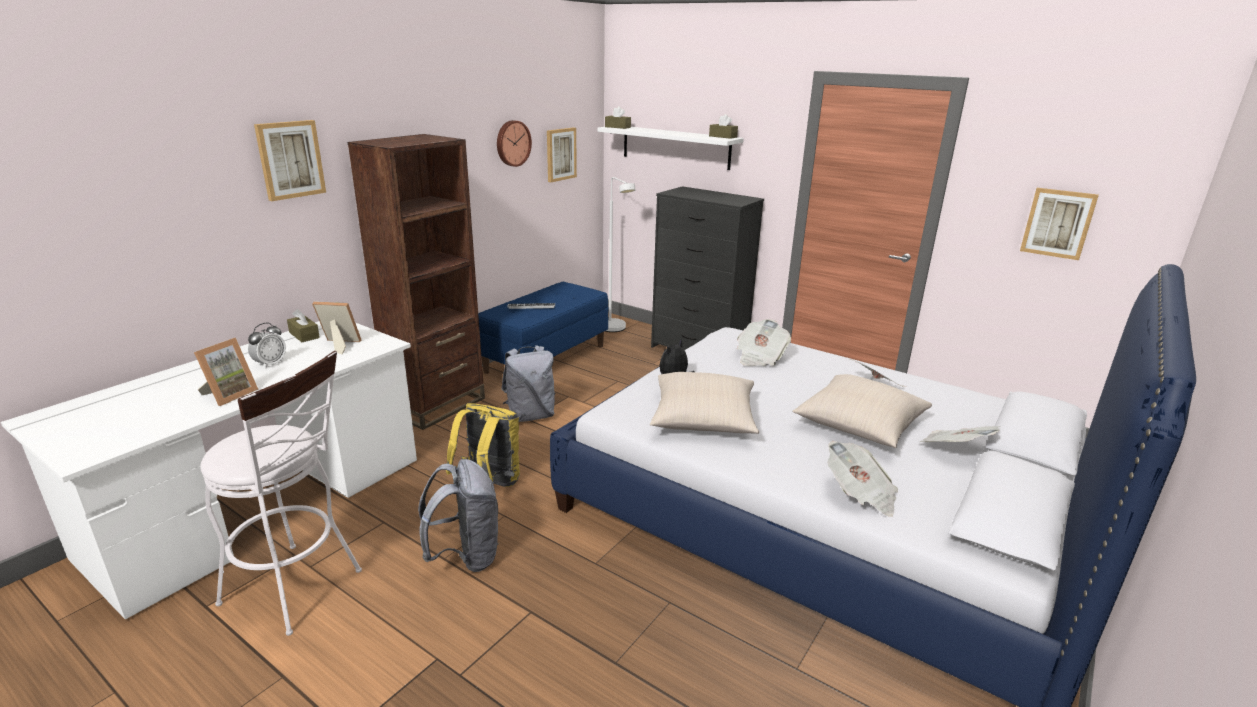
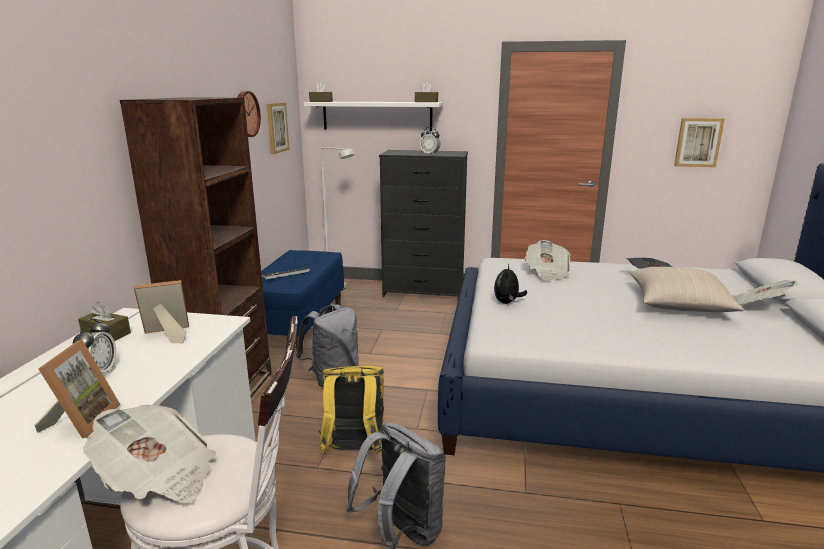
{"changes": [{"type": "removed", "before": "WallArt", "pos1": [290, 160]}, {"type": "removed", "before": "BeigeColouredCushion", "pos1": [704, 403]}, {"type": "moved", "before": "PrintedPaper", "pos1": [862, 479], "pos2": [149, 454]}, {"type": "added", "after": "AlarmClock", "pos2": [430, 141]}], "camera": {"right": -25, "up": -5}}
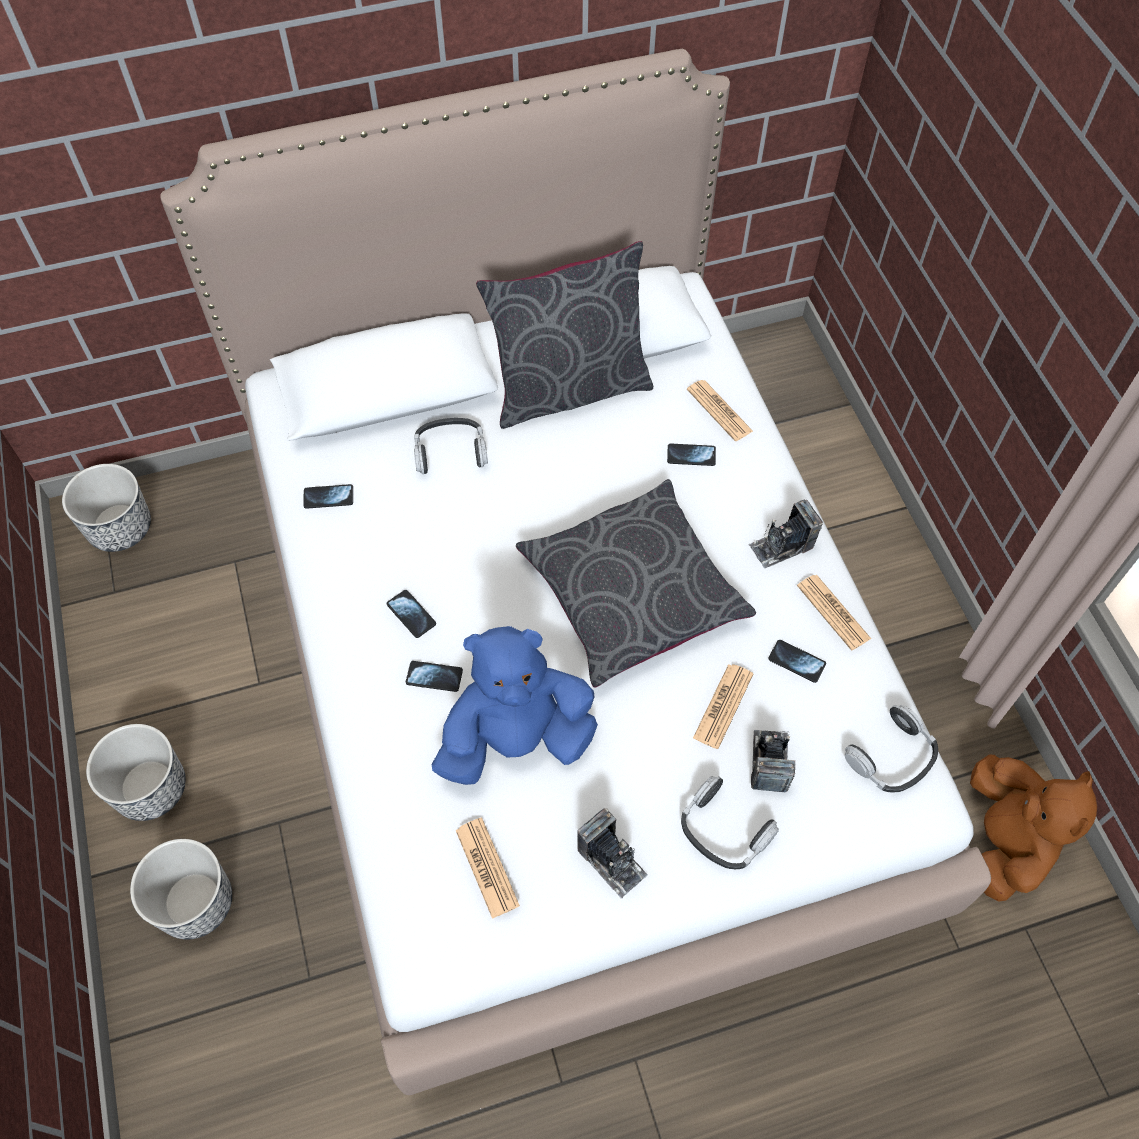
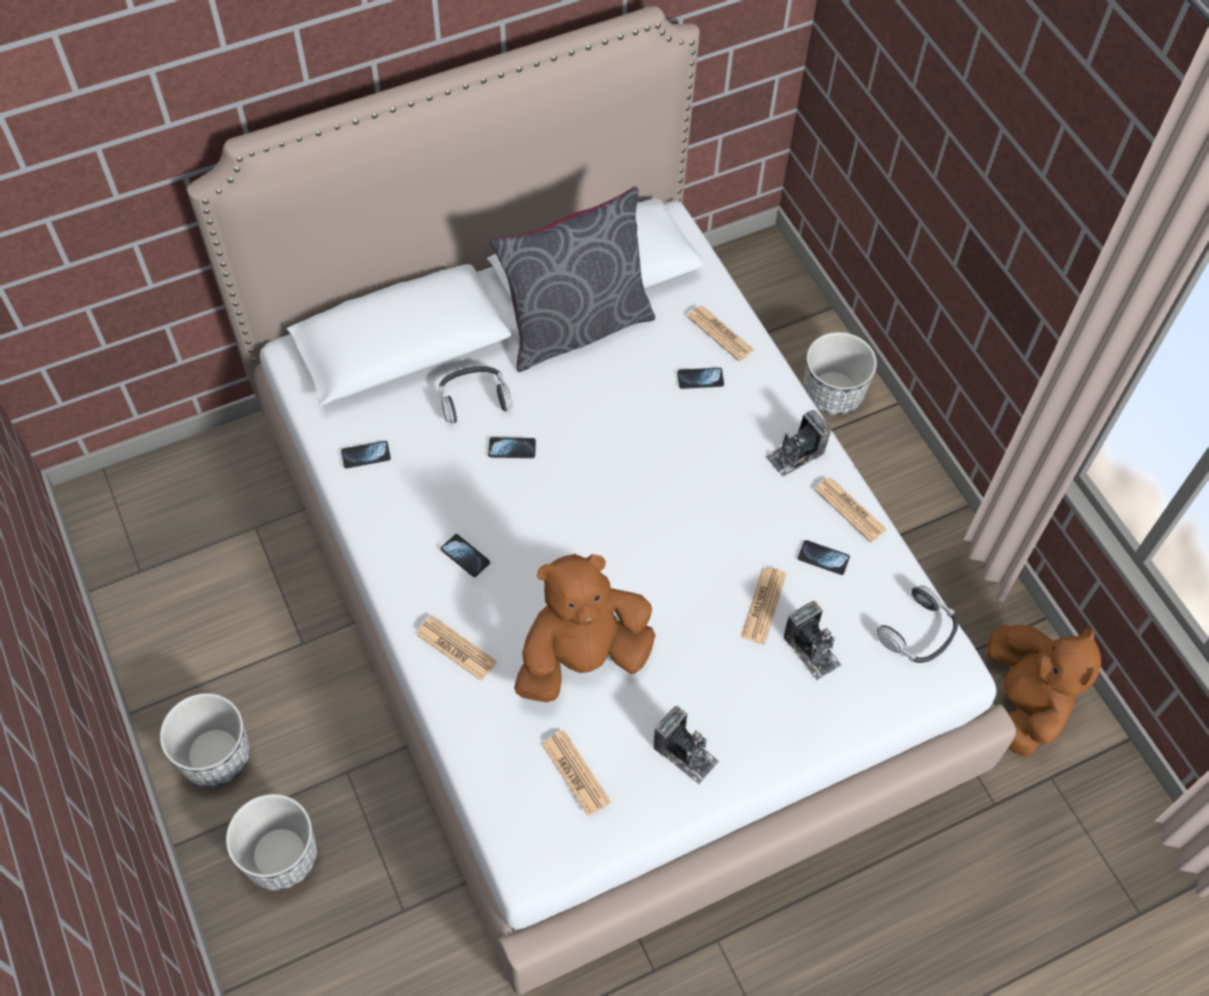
{"changes": [{"type": "moved", "before": "FlowerPot", "pos1": [106, 508], "pos2": [840, 373]}, {"type": "removed", "before": "GreyishCushion", "pos1": [636, 583]}, {"type": "recoloured", "before": "BluishSoftToy", "after": "BrownSoftToy", "pos1": [515, 705], "pos2": [584, 628]}, {"type": "moved", "before": "Handset", "pos1": [434, 676], "pos2": [512, 447]}, {"type": "turned", "before": "PhotoCamera", "pos1": [773, 761], "pos2": [812, 640], "turn": 150}, {"type": "removed", "before": "PairOfHeadphones", "pos1": [730, 822]}, {"type": "added", "after": "PrintedPaper", "pos2": [456, 648]}], "camera": {"right": -10, "up": 0}}
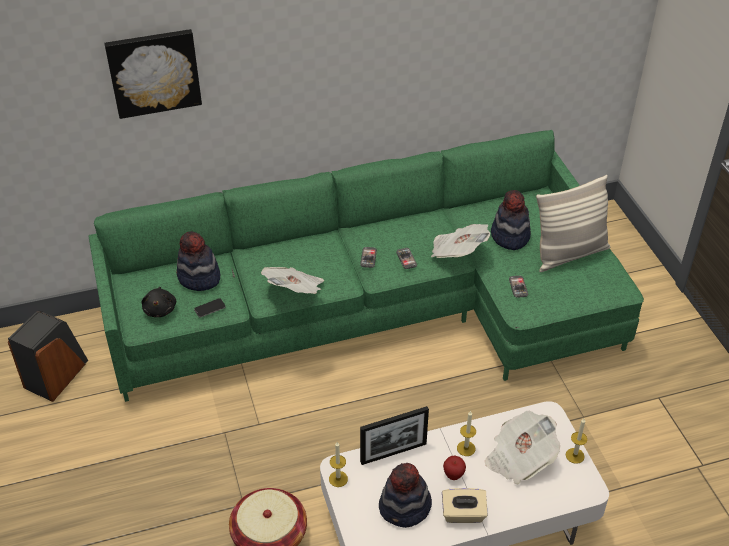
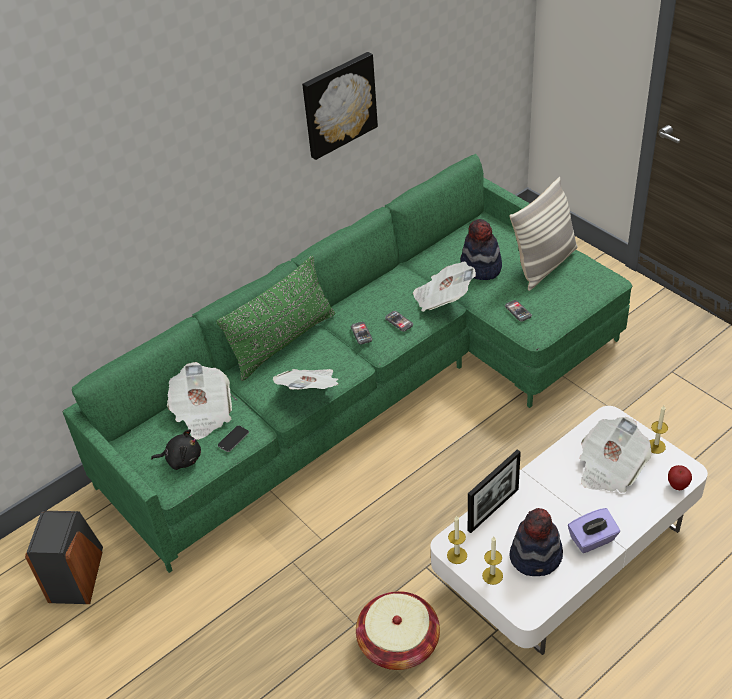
{"changes": [{"type": "moved", "before": "WallArt", "pos1": [153, 74], "pos2": [340, 106]}, {"type": "replaced", "before": "ClothingHat", "after": "PrintedPaper", "pos1": [198, 261], "pos2": [199, 401]}, {"type": "turned", "before": "BlackishSoftToy", "pos1": [159, 302], "pos2": [176, 449], "turn": -60}, {"type": "moved", "before": "WaxLight", "pos1": [466, 433], "pos2": [492, 560]}, {"type": "moved", "before": "Apple", "pos1": [454, 468], "pos2": [680, 477]}, {"type": "recoloured", "before": "BeigeColouredTissueHolder", "after": "PurpleTissueHolder", "pos1": [464, 505], "pos2": [594, 530]}, {"type": "added", "after": "GreenishCushion", "pos2": [275, 318]}], "camera": {"right": -20, "up": 0}}
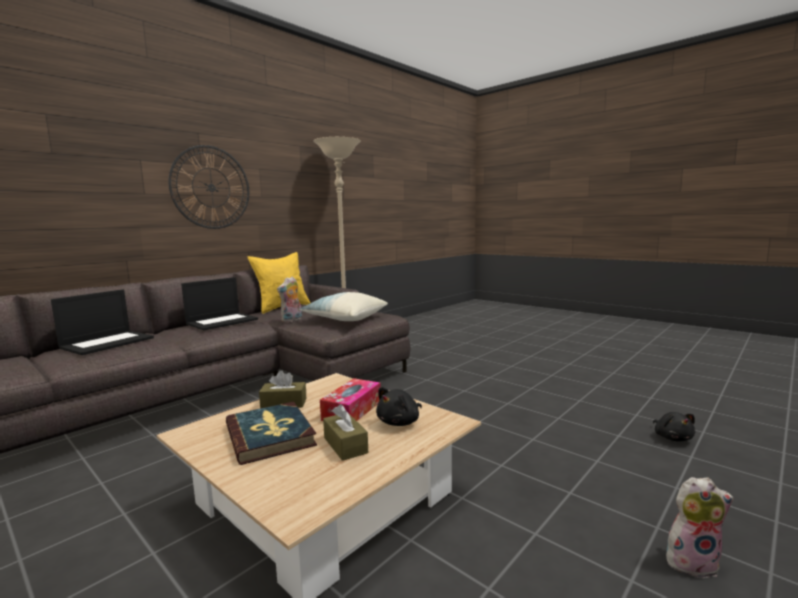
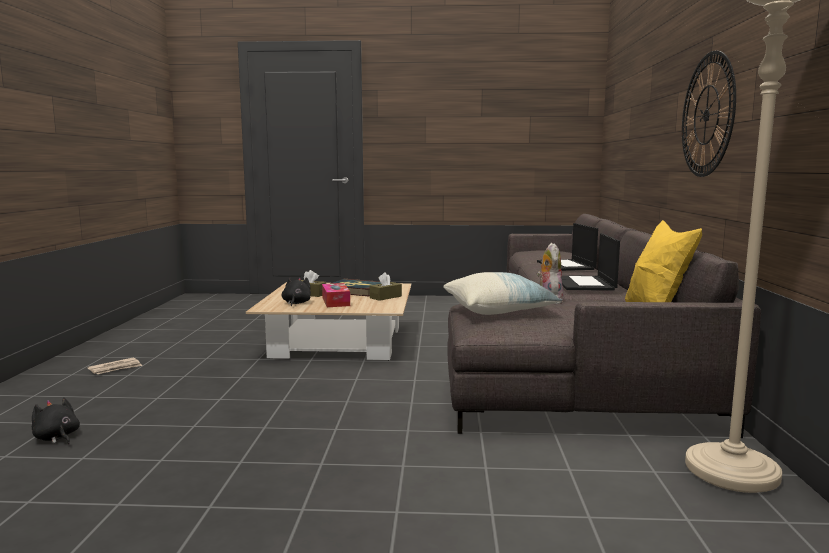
{"changes": [{"type": "replaced", "before": "SoftToy", "after": "PrintedPaper", "pos1": [700, 527], "pos2": [115, 365]}], "camera": {"right": 140, "up": 0}}
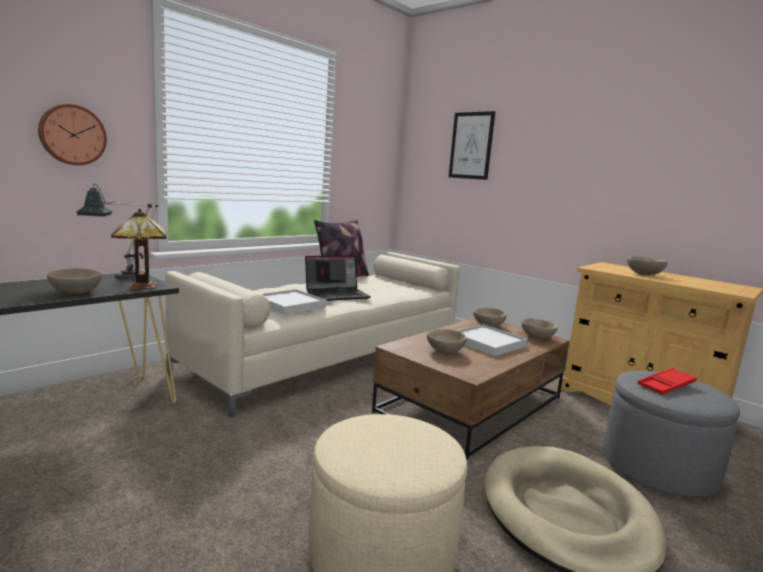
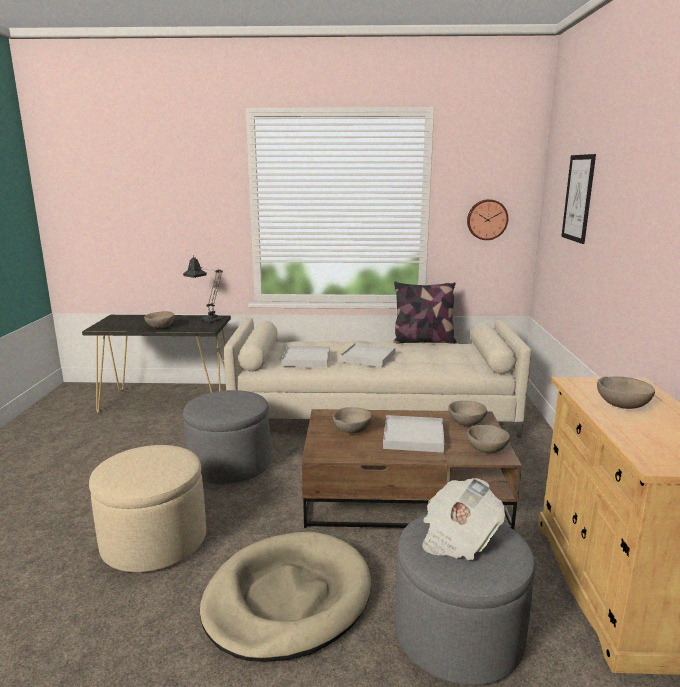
{"changes": [{"type": "moved", "before": "ClockOnTheWall", "pos1": [72, 134], "pos2": [487, 219]}, {"type": "removed", "before": "TabletopLamp", "pos1": [139, 249]}, {"type": "replaced", "before": "Laptop", "after": "WhitishTray", "pos1": [338, 278], "pos2": [367, 355]}, {"type": "replaced", "before": "ReddishTray", "after": "PrintedPaper", "pos1": [667, 381], "pos2": [463, 519]}, {"type": "added", "after": "GreyishPouffe", "pos2": [227, 437]}], "camera": {"right": 50, "up": 5}}
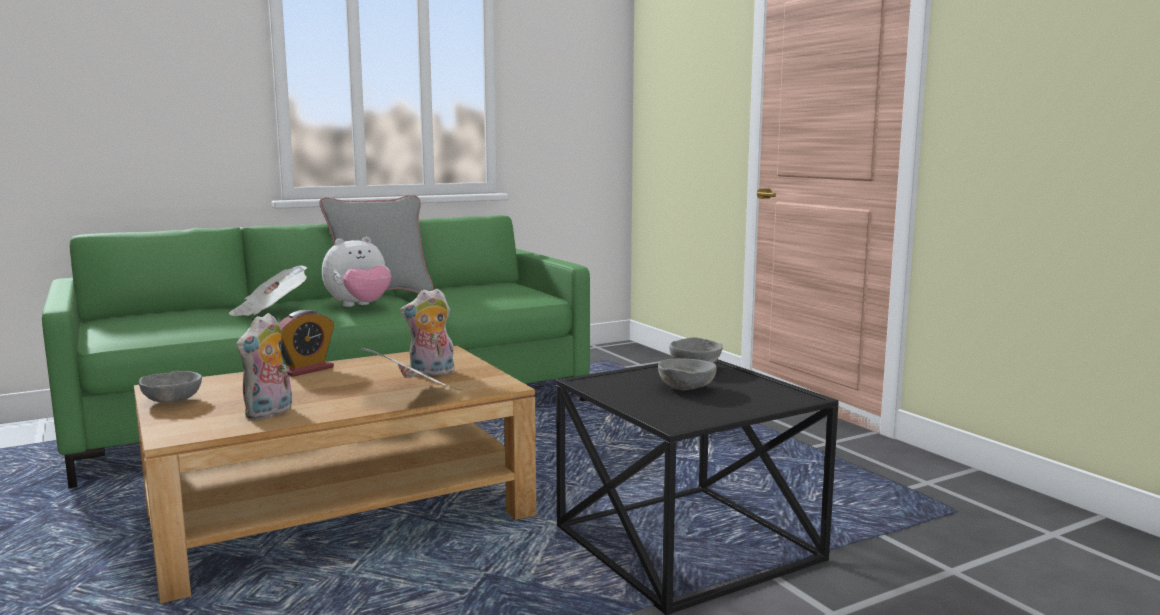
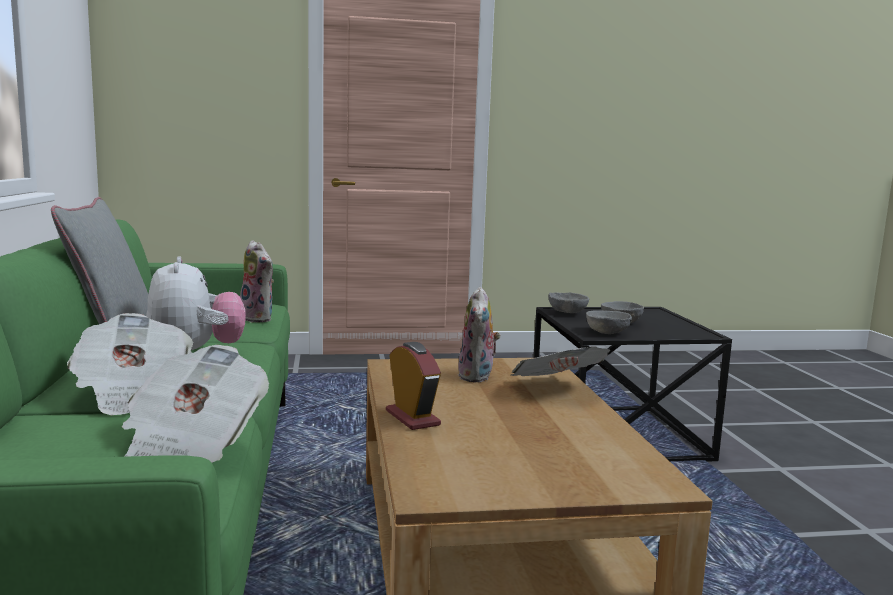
{"changes": [{"type": "moved", "before": "SoftToy", "pos1": [264, 366], "pos2": [257, 281]}, {"type": "moved", "before": "GreyishServingBowl", "pos1": [170, 386], "pos2": [609, 322]}, {"type": "added", "after": "PrintedPaper", "pos2": [195, 404]}], "camera": {"right": -70, "up": 0}}
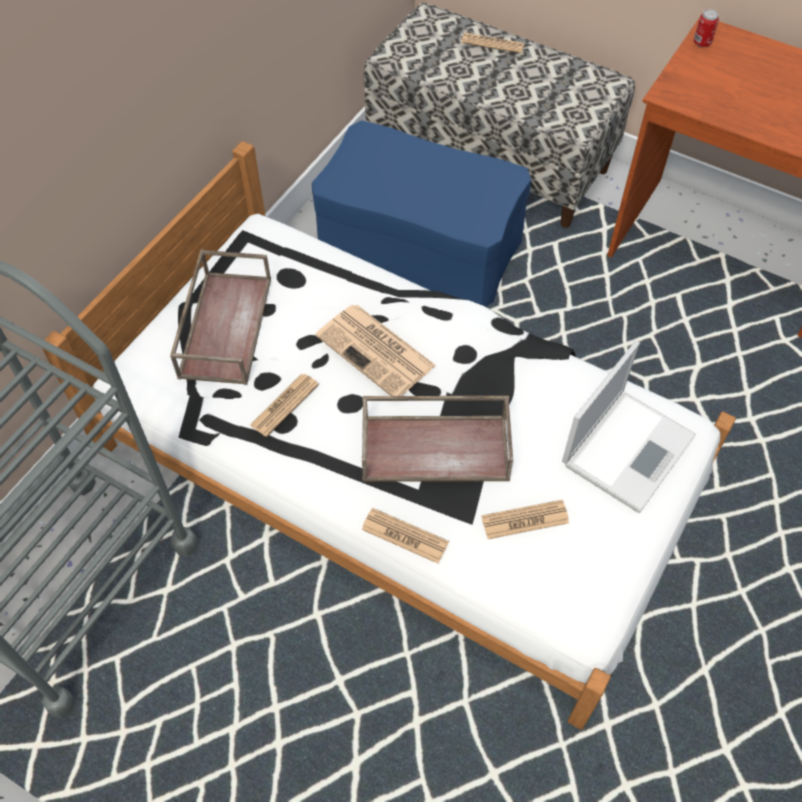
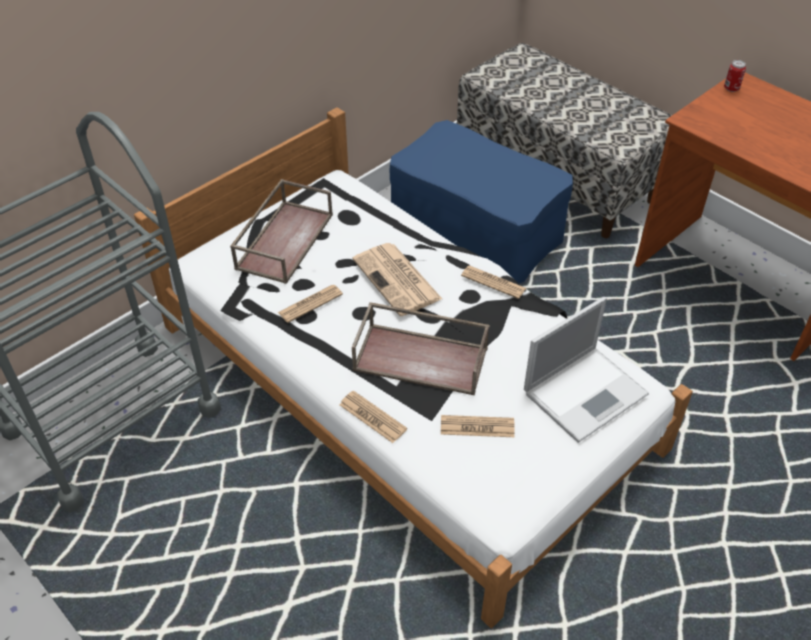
{"changes": [{"type": "moved", "before": "PrintedPaper", "pos1": [493, 43], "pos2": [493, 282]}], "camera": {"right": 15, "up": -10}}
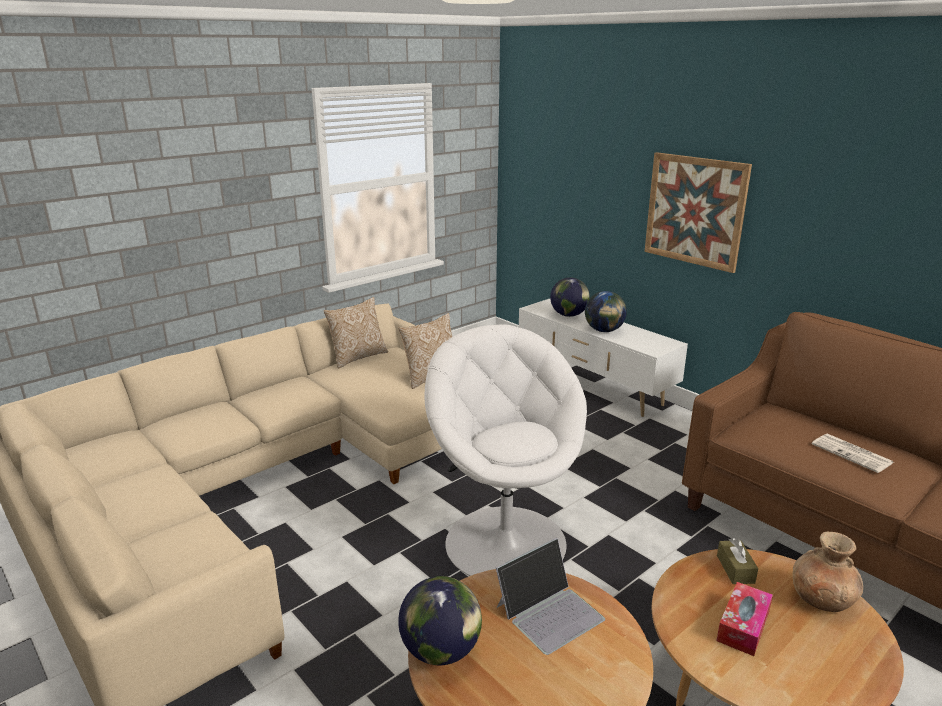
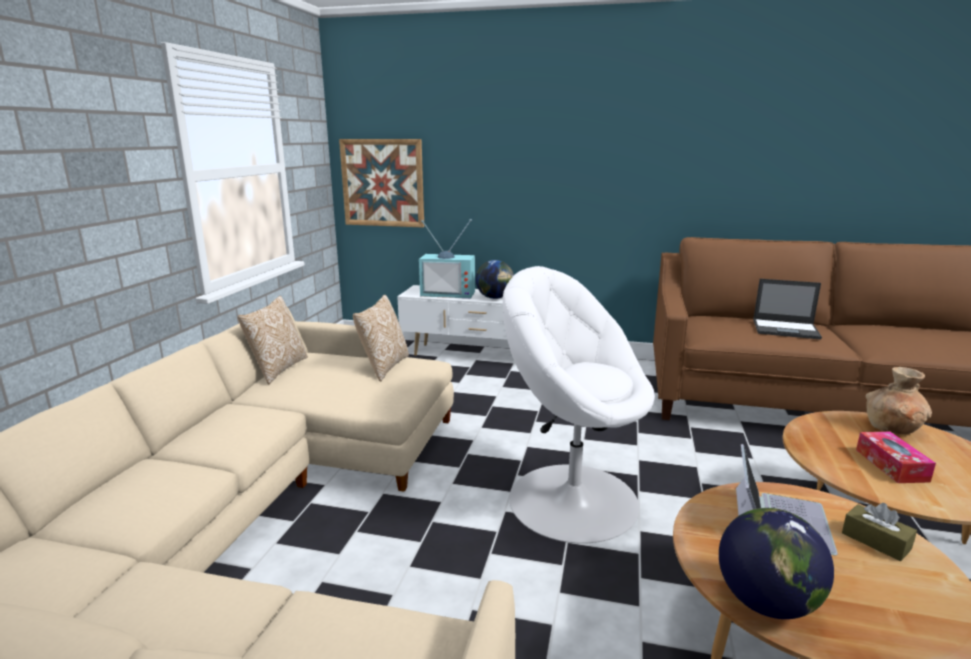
{"changes": [{"type": "moved", "before": "WallArt", "pos1": [698, 212], "pos2": [381, 183]}, {"type": "replaced", "before": "Globe", "after": "Television", "pos1": [570, 297], "pos2": [447, 258]}, {"type": "replaced", "before": "PrintedPaper", "after": "Laptop", "pos1": [853, 453], "pos2": [787, 309]}, {"type": "moved", "before": "BrownTissueHolder", "pos1": [737, 561], "pos2": [879, 532]}], "camera": {"right": -35, "up": -5}}
